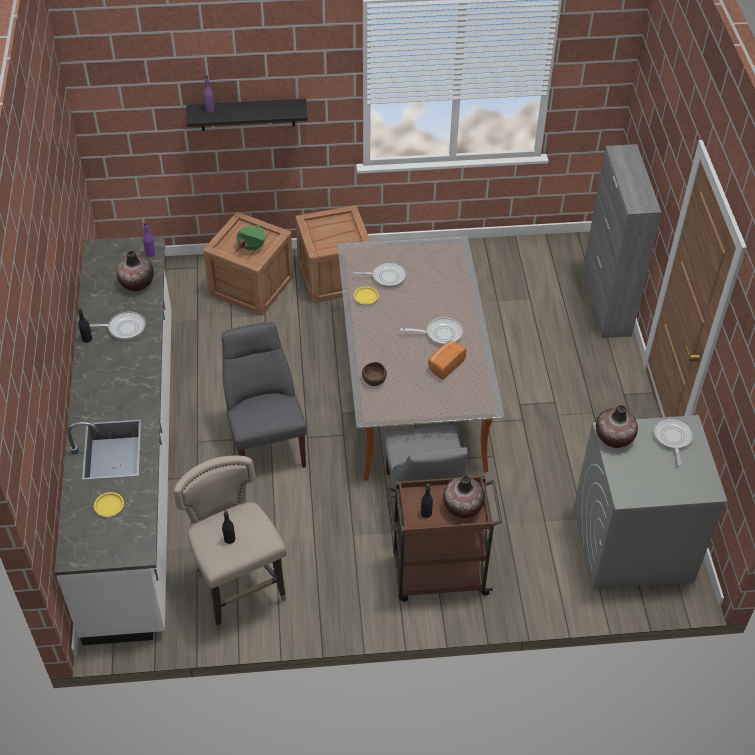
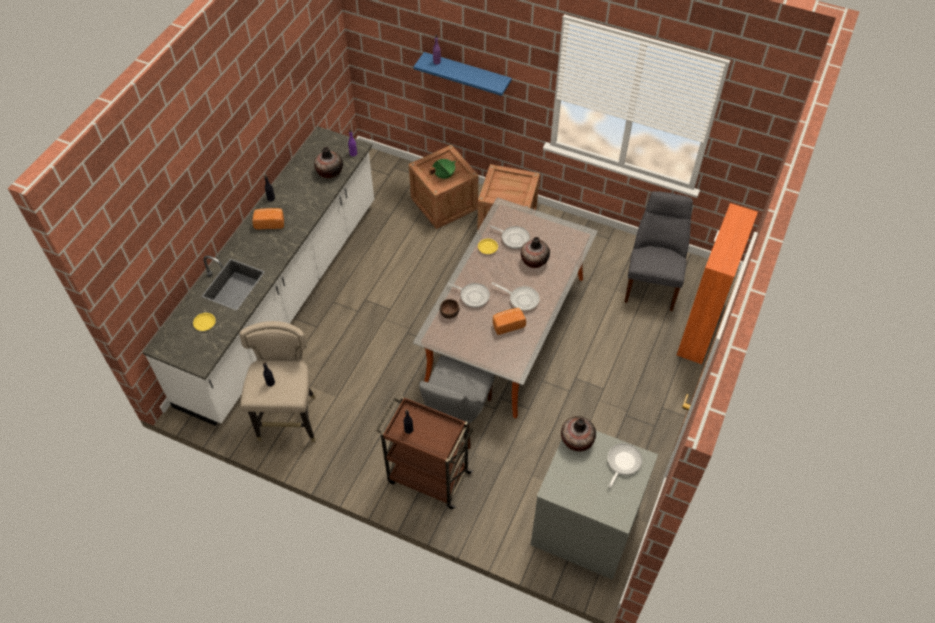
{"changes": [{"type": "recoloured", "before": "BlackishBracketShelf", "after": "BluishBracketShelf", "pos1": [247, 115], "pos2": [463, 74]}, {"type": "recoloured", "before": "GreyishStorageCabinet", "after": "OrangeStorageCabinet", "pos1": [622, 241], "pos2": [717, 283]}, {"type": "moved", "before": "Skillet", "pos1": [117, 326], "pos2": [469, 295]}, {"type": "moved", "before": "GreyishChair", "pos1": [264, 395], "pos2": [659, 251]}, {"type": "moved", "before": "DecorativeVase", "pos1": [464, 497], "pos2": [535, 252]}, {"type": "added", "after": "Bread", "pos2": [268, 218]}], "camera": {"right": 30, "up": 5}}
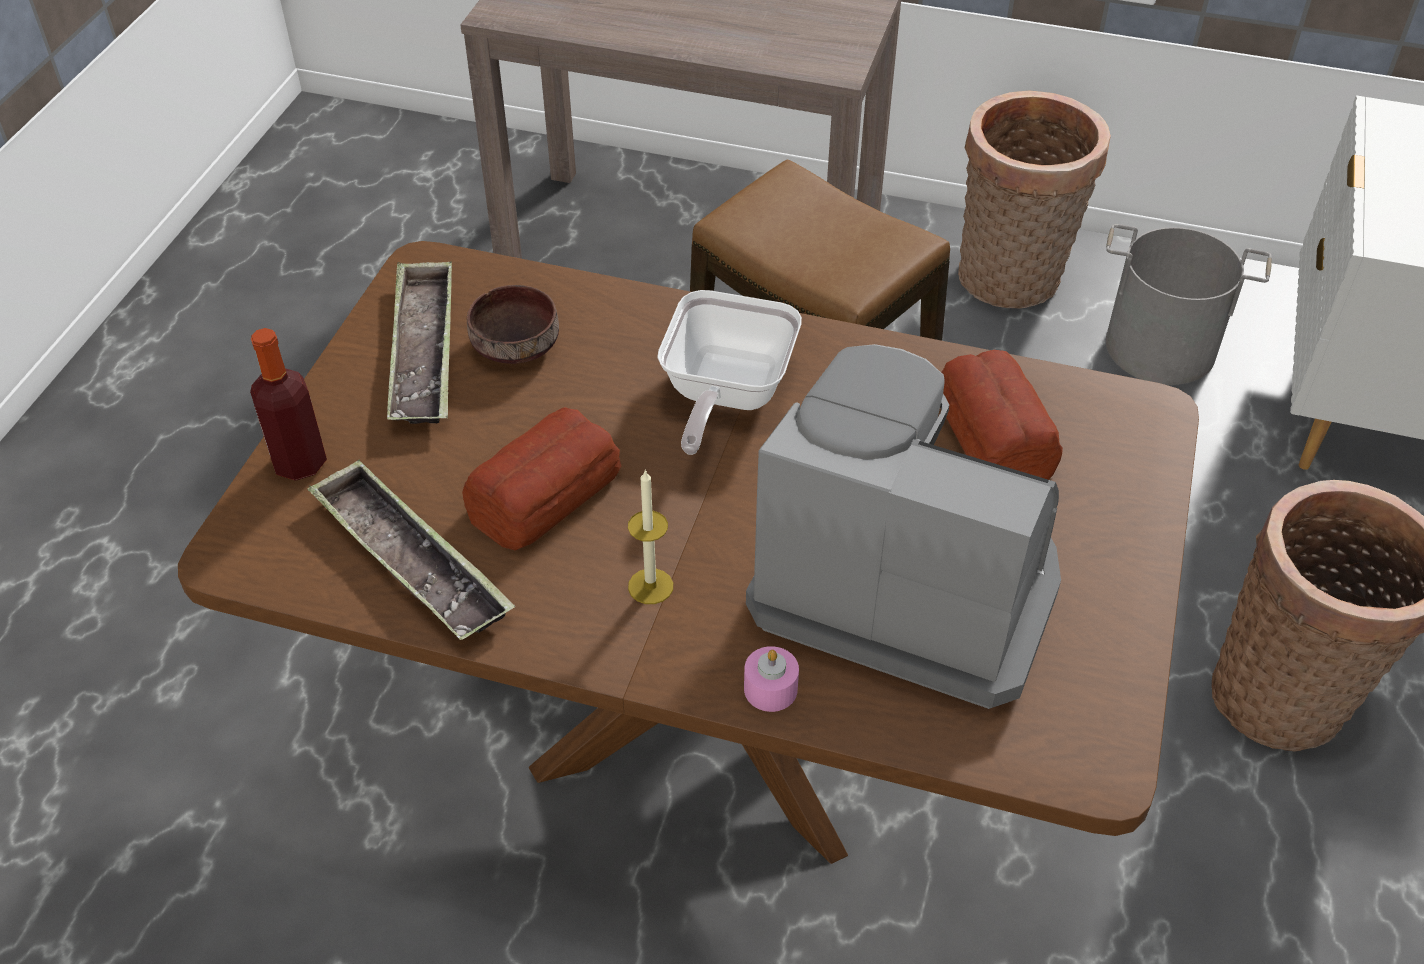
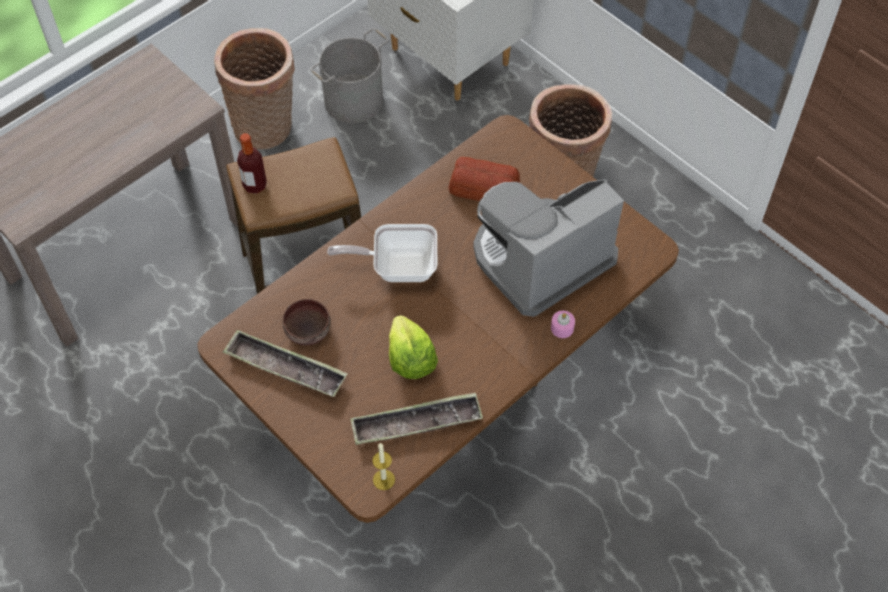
{"changes": [{"type": "turned", "before": "Skillet", "pos1": [729, 372], "pos2": [382, 253], "turn": 135}, {"type": "moved", "before": "Bottle", "pos1": [288, 404], "pos2": [252, 163]}, {"type": "replaced", "before": "Bread", "after": "LettuceHead", "pos1": [541, 479], "pos2": [413, 347]}, {"type": "moved", "before": "WaxLight", "pos1": [650, 536], "pos2": [383, 466]}], "camera": {"right": -60, "up": 10}}
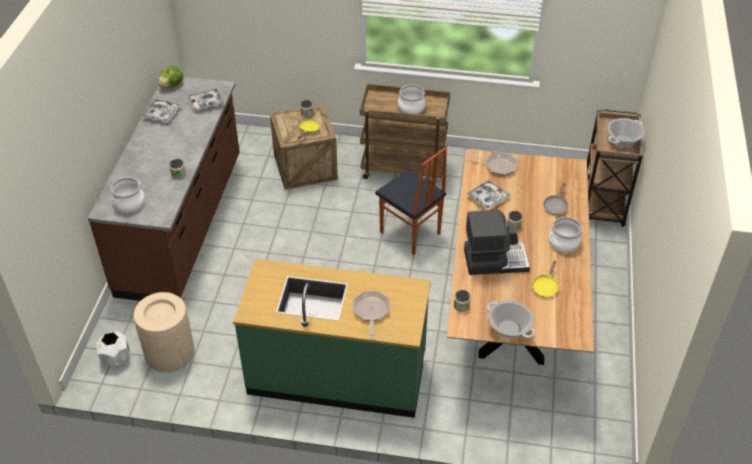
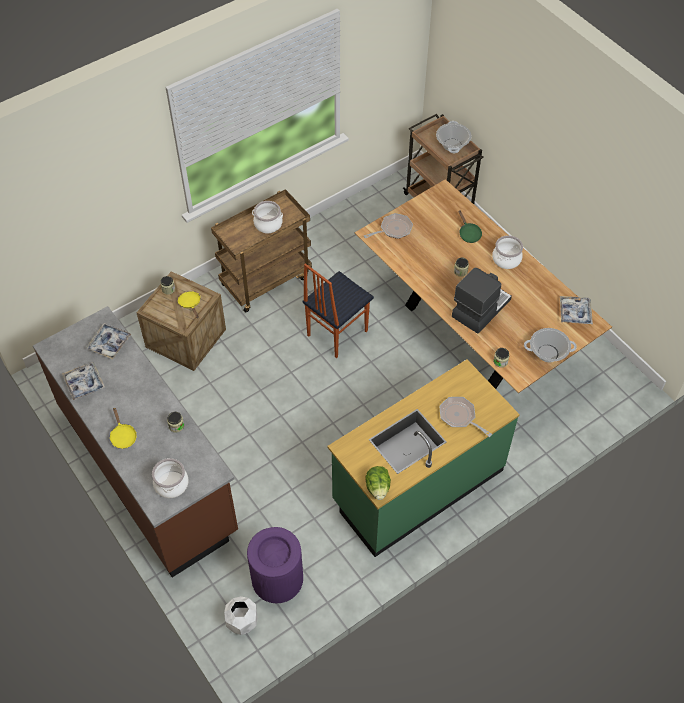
{"changes": [{"type": "moved", "before": "LettuceHead", "pos1": [170, 77], "pos2": [378, 483]}, {"type": "turned", "before": "Chair", "pos1": [411, 201], "pos2": [338, 311], "turn": 135}, {"type": "moved", "before": "Tray", "pos1": [489, 194], "pos2": [576, 310]}, {"type": "recoloured", "before": "GreyishSkillet", "after": "GreenishSkillet", "pos1": [555, 199], "pos2": [470, 227]}, {"type": "moved", "before": "YellowSkillet", "pos1": [545, 279], "pos2": [123, 428]}, {"type": "recoloured", "before": "BeigeColouredWasteBin", "after": "PurpleWasteBin", "pos1": [164, 332], "pos2": [275, 565]}], "camera": {"right": -45, "up": 10}}
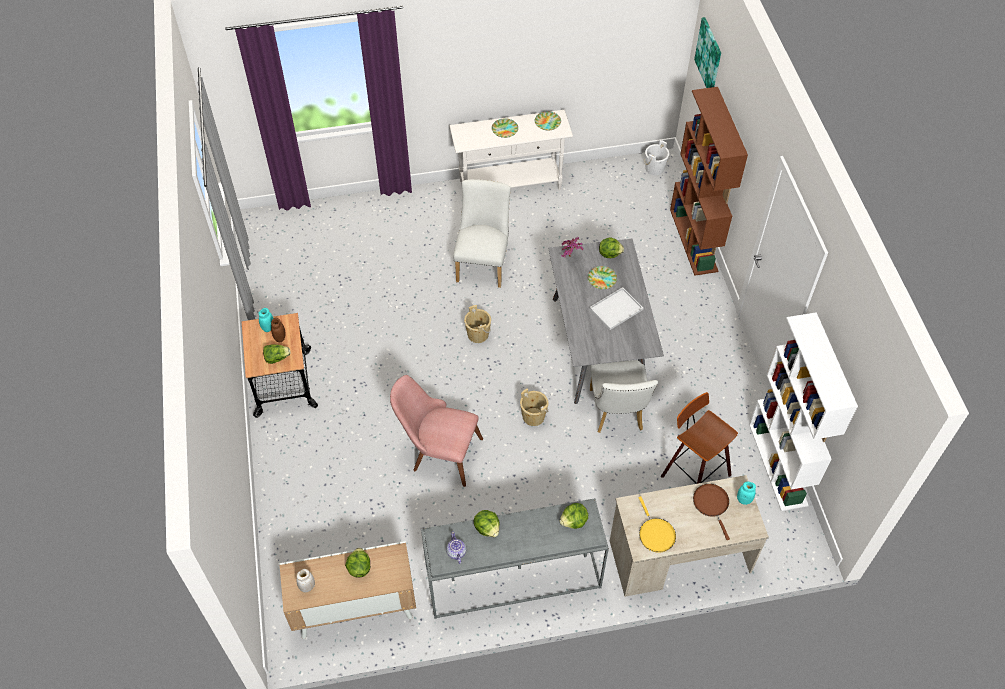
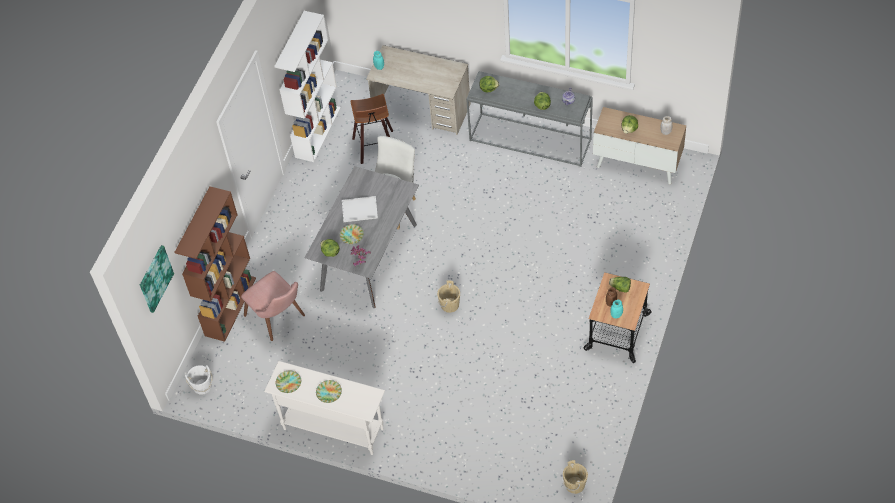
{"changes": [{"type": "removed", "before": "WhitishChair", "pos1": [482, 233]}, {"type": "moved", "before": "PinkChair", "pos1": [436, 431], "pos2": [273, 306]}, {"type": "moved", "before": "BeigeColouredPail", "pos1": [534, 407], "pos2": [575, 477]}, {"type": "removed", "before": "BrownSkillet", "pos1": [711, 512]}, {"type": "removed", "before": "YellowSkillet", "pos1": [657, 524]}], "camera": {"right": -145, "up": 0}}
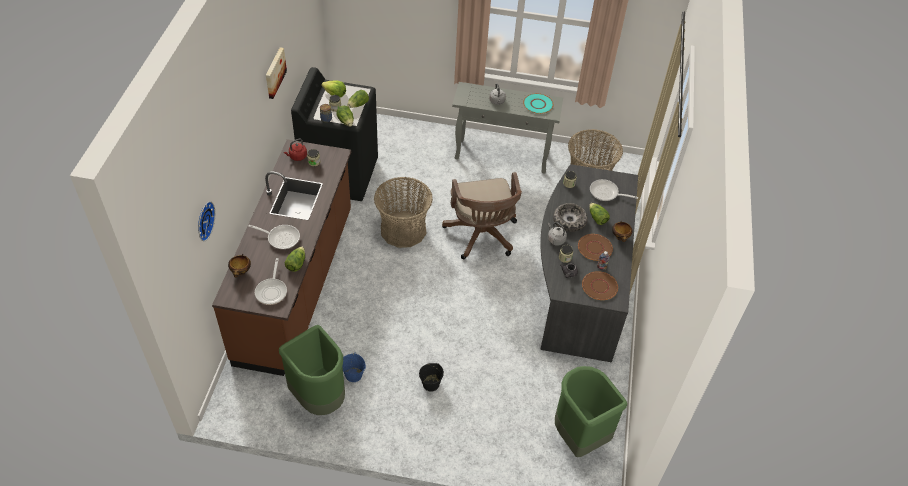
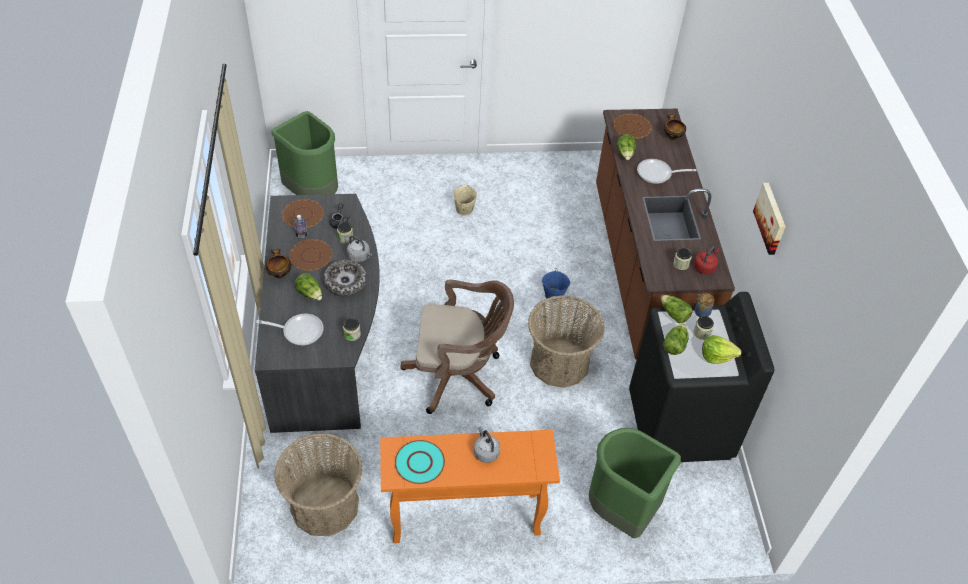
{"changes": [{"type": "recoloured", "before": "GreyishConsoleTable", "after": "OrangeConsoleTable", "pos1": [507, 128], "pos2": [470, 486]}, {"type": "turned", "before": "BrownComputerChair", "pos1": [482, 215], "pos2": [457, 347], "turn": 120}, {"type": "removed", "before": "ClockOnTheWall", "pos1": [206, 221]}, {"type": "replaced", "before": "Skillet", "after": "BrownDinnerPlate", "pos1": [271, 281], "pos2": [633, 126]}, {"type": "moved", "before": "GreenishWasteBin", "pos1": [312, 370], "pos2": [635, 483]}, {"type": "moved", "before": "BluishPail", "pos1": [354, 368], "pos2": [556, 285]}, {"type": "recoloured", "before": "BlackishPail", "after": "BeigeColouredPail", "pos1": [431, 377], "pos2": [465, 200]}], "camera": {"right": 165, "up": 0}}
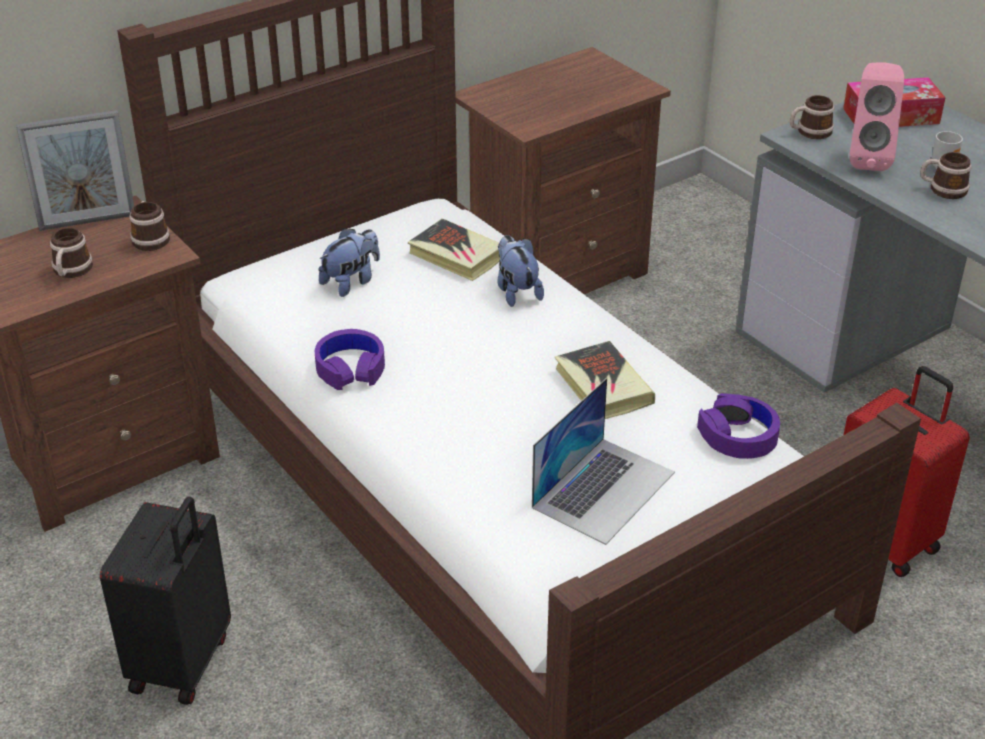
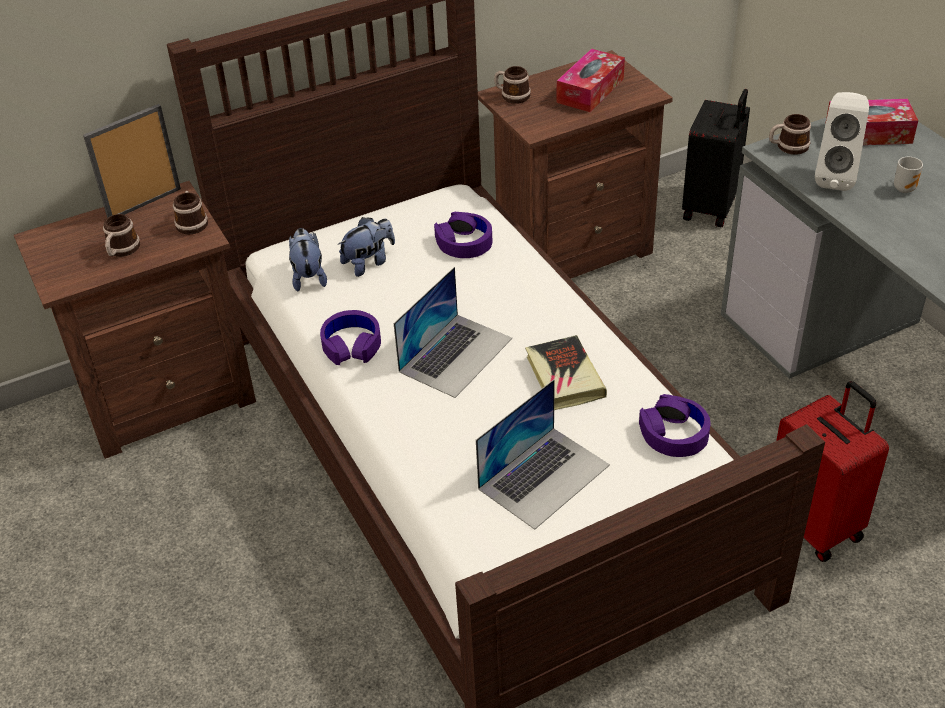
{"changes": [{"type": "recoloured", "before": "PinkAudioSpeaker", "after": "WhitishAudioSpeaker", "pos1": [876, 116], "pos2": [842, 141]}, {"type": "turned", "before": "StandingFrame", "pos1": [75, 170], "pos2": [132, 161], "turn": 150}, {"type": "moved", "before": "Mug", "pos1": [945, 175], "pos2": [512, 85]}, {"type": "replaced", "before": "Volume", "after": "PurplePairOfHeadphones", "pos1": [454, 249], "pos2": [463, 235]}, {"type": "moved", "before": "SoftToy", "pos1": [520, 271], "pos2": [308, 259]}, {"type": "moved", "before": "BlackishTravelCase", "pos1": [165, 600], "pos2": [716, 158]}, {"type": "added", "after": "TissueHolder", "pos2": [590, 80]}, {"type": "added", "after": "Laptop", "pos2": [452, 332]}], "camera": {"right": 10, "up": 5}}
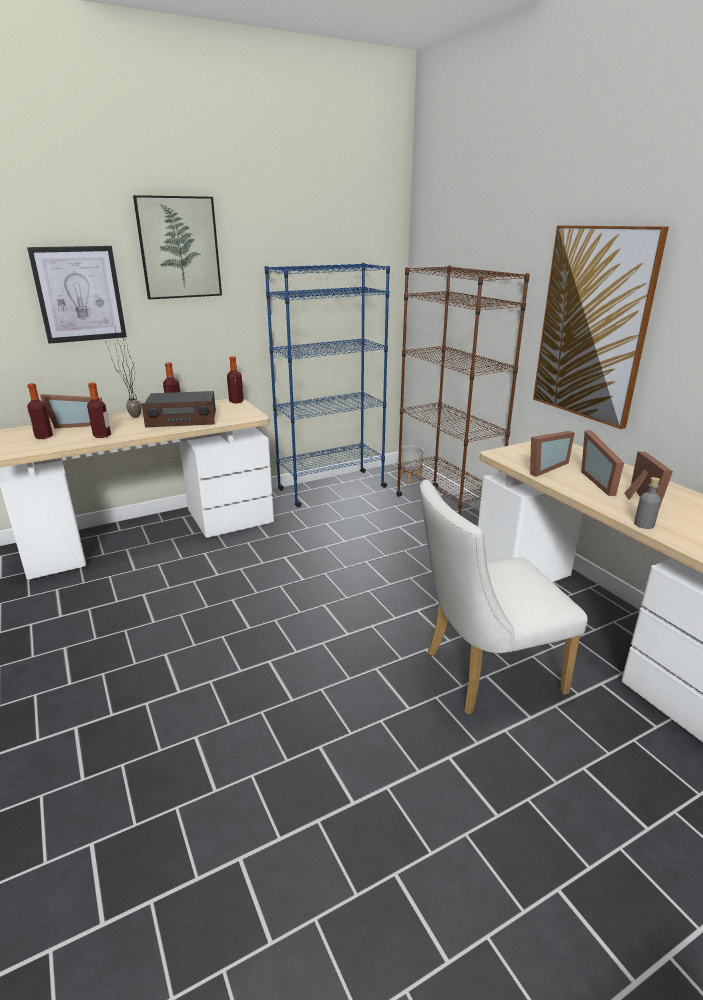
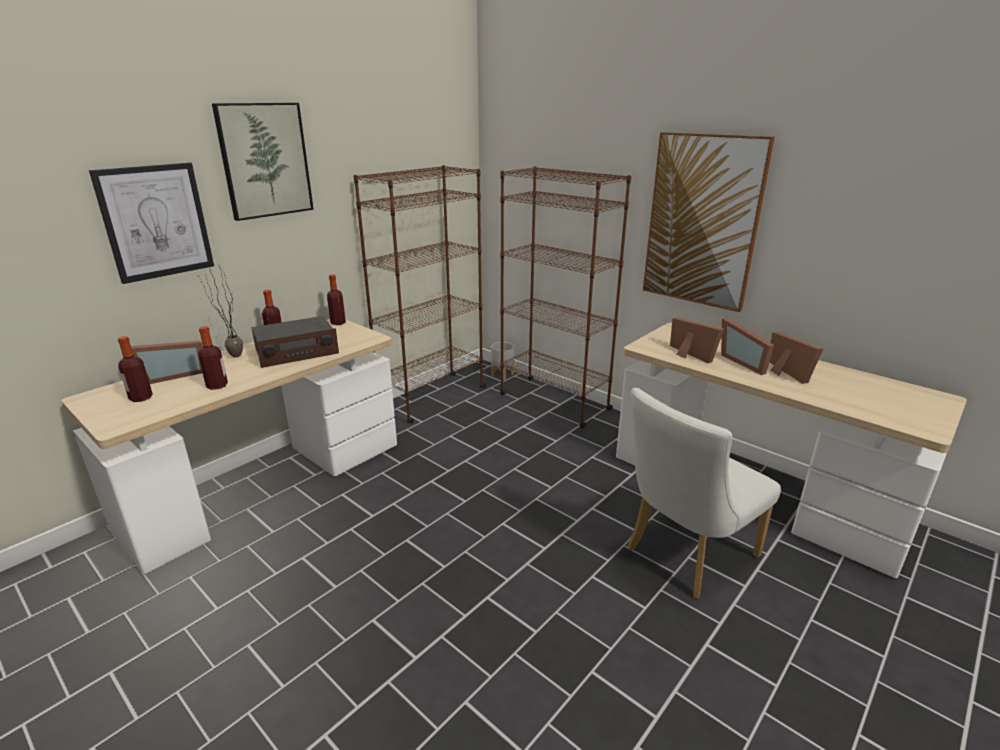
{"changes": [{"type": "recoloured", "before": "BluishBookcase", "after": "BrownBookcase", "pos1": [327, 385], "pos2": [420, 294]}, {"type": "turned", "before": "StandingFrame", "pos1": [552, 454], "pos2": [697, 340], "turn": -60}, {"type": "removed", "before": "GreyishBottle", "pos1": [647, 503]}], "camera": {"right": -20, "up": 0}}
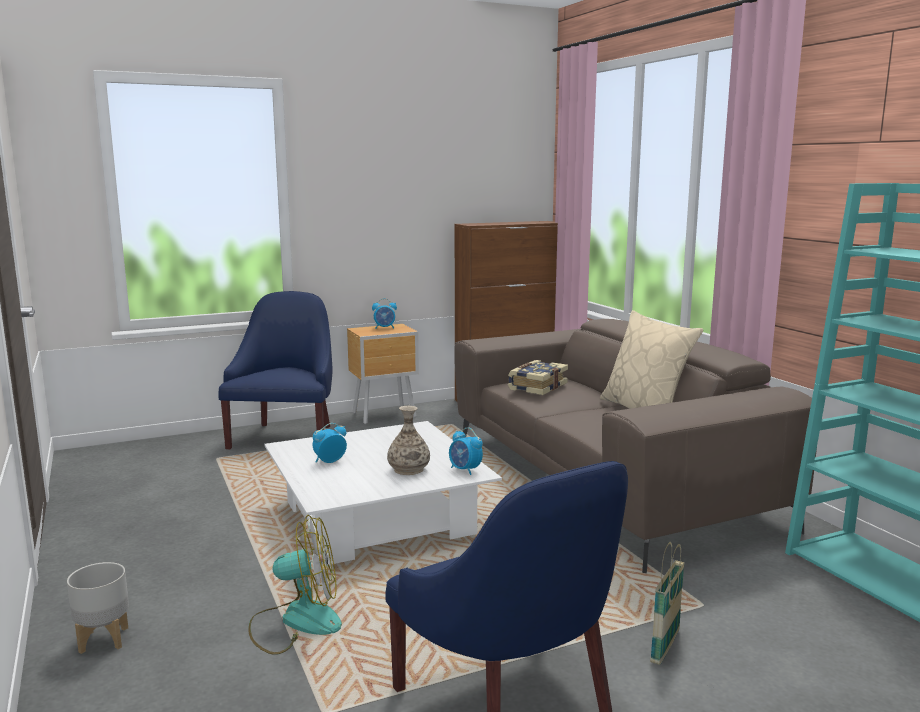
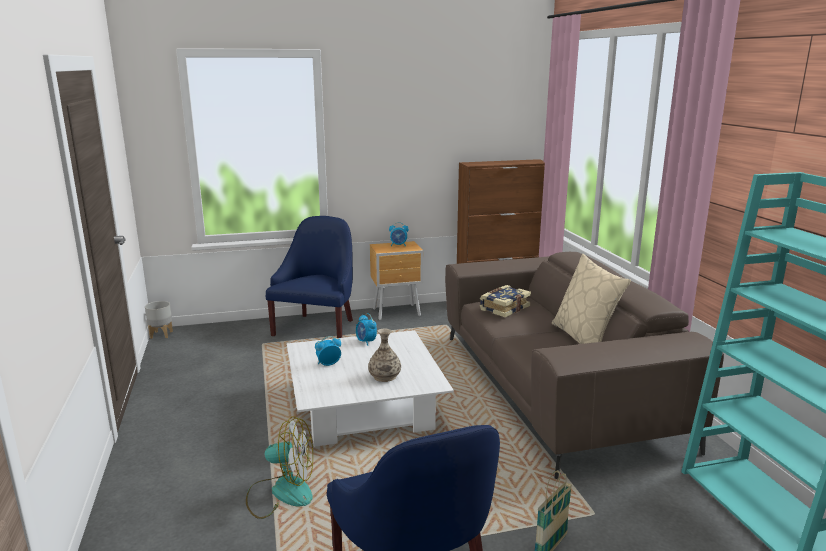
{"changes": [{"type": "moved", "before": "AlarmClock", "pos1": [466, 451], "pos2": [366, 329]}, {"type": "moved", "before": "GreyishFlowerPot", "pos1": [98, 608], "pos2": [159, 320]}], "camera": {"right": 10, "up": 5}}
